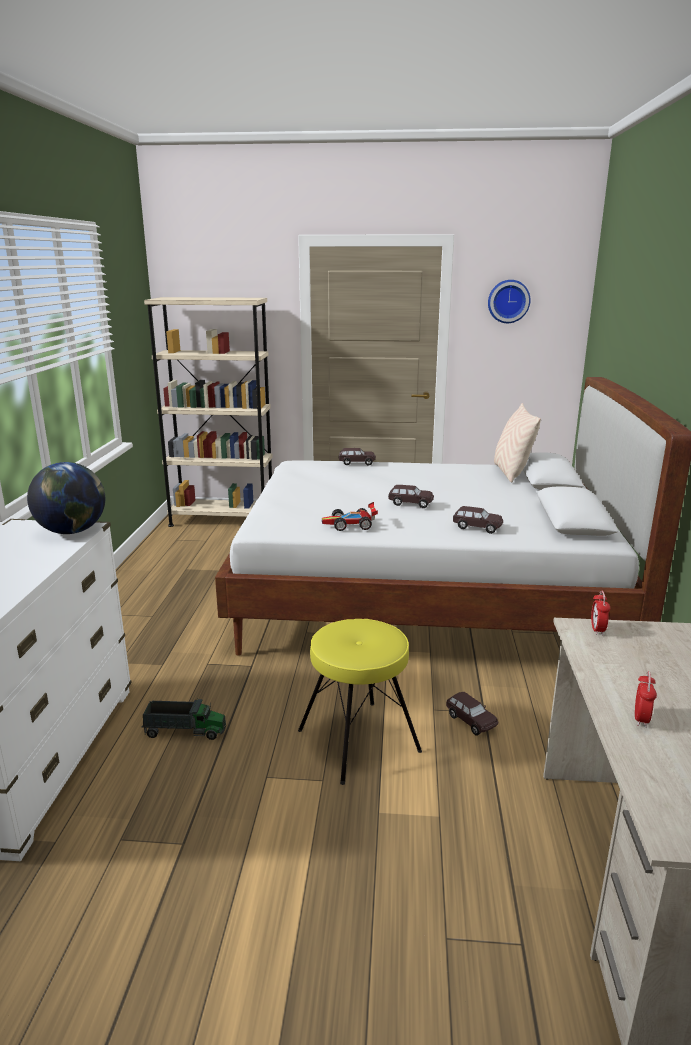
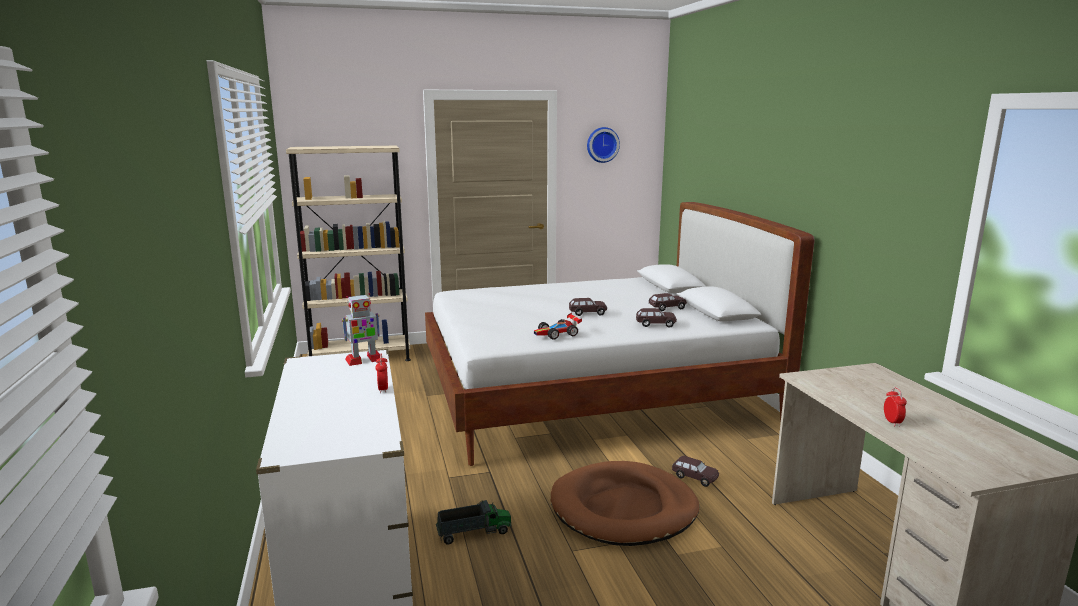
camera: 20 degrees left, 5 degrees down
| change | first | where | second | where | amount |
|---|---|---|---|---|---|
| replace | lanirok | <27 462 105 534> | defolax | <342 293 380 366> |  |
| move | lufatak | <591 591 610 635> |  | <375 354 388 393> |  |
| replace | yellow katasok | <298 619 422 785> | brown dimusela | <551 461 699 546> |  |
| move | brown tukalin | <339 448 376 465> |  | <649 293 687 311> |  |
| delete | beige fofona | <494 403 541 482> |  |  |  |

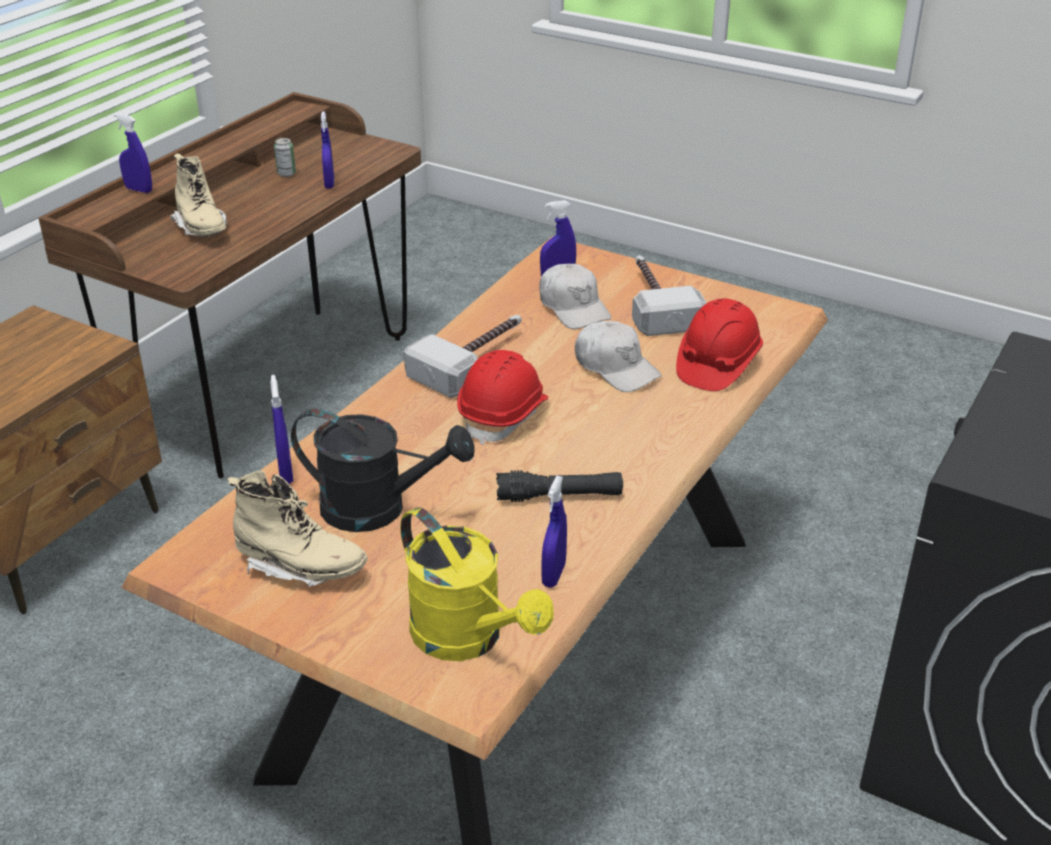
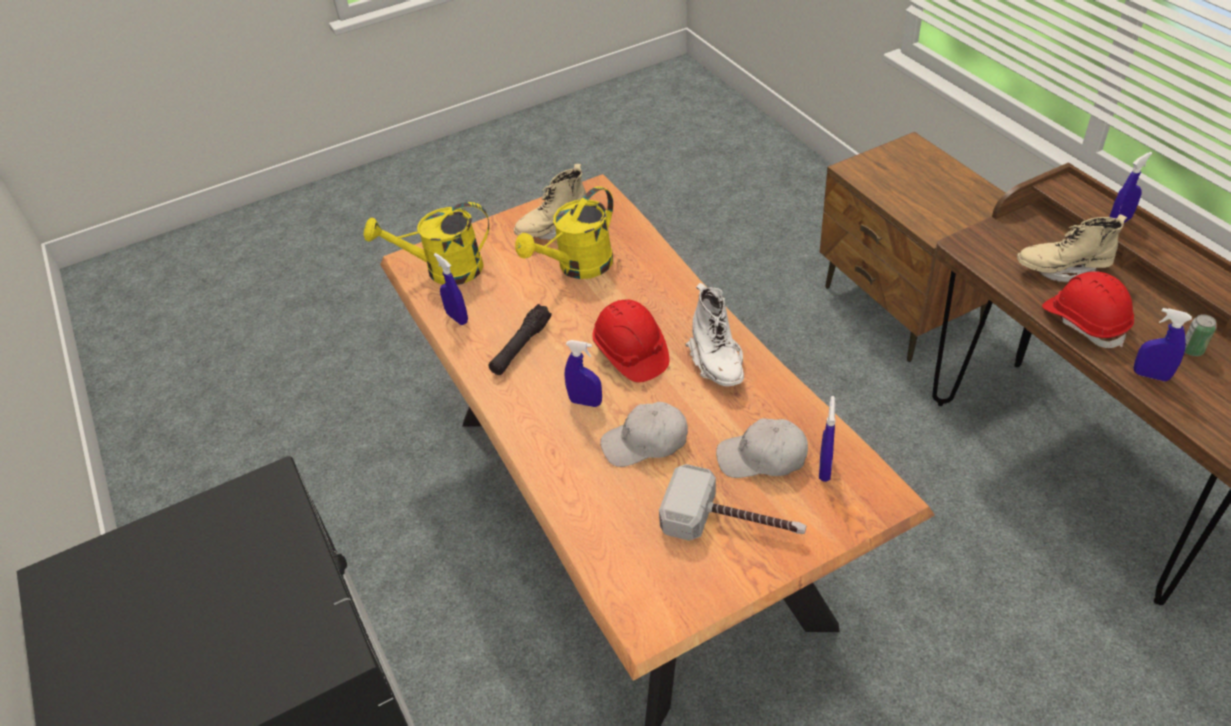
camera: 125 degrees right, 10 degrees up
| change | first | where | second | where | amount |
|---|---|---|---|---|---|
| recolor | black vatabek | <291 409 474 532> | yellow vatabek | <515 186 613 279> |  |
| move | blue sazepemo | <270 375 293 484> |  | <564 340 602 407> |  |
| replace | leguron | <404 315 522 398> | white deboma | <685 283 744 386> |  |
| move | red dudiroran | <676 298 763 391> |  | <1042 271 1134 348> |  |

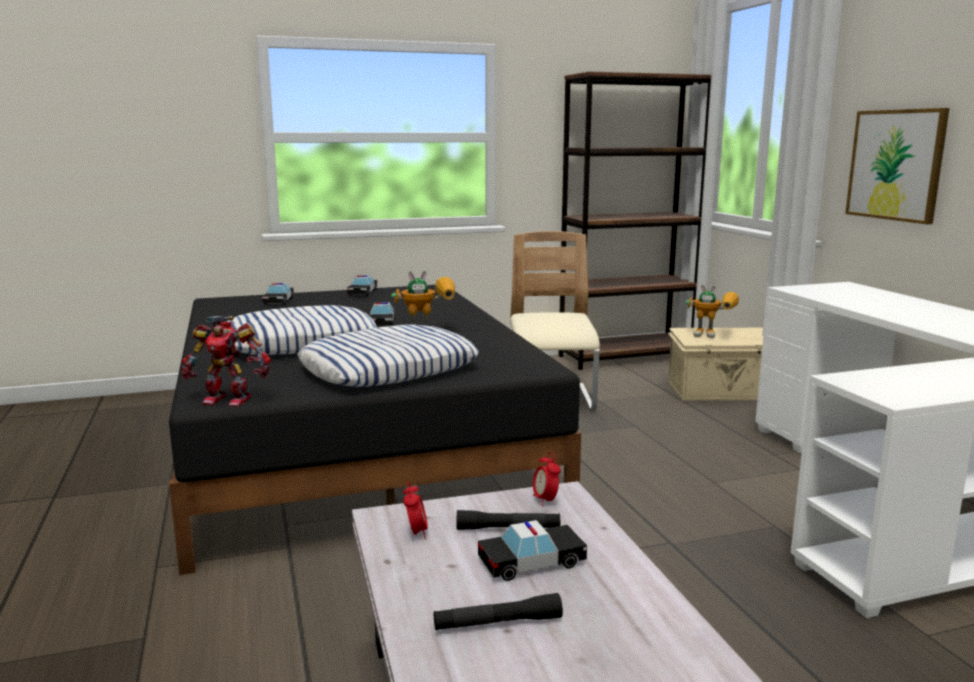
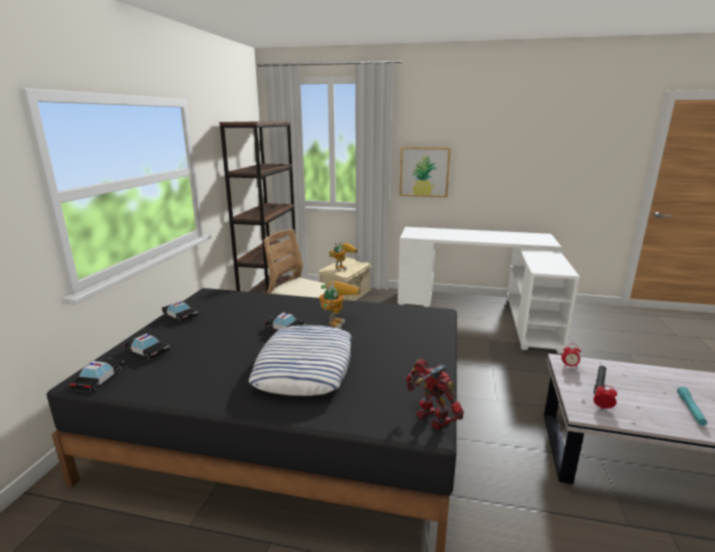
camera: 60 degrees left, 5 degrees up
| change | first | where | second | where | amount |
|---|---|---|---|---|---|
| move | tukalin | <478 520 587 581> |  | <69 358 124 392> |  |
| rotate | defolax | <181 316 271 406> |  | <406 358 464 429> | 75 degrees counterclockwise |
| recolor | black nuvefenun | <434 593 563 630> | turquoise nuvefenun | <677 387 707 426> |  |
| delete | fofona | <298 325 479 387> |  |  |  |

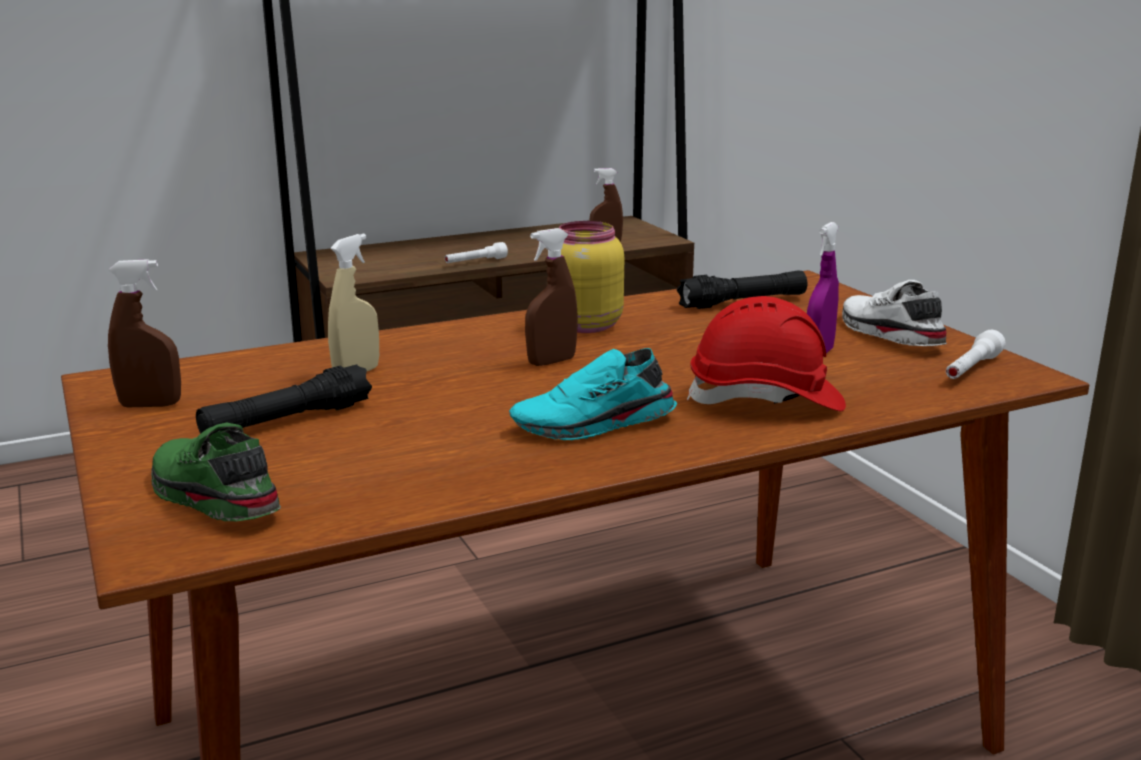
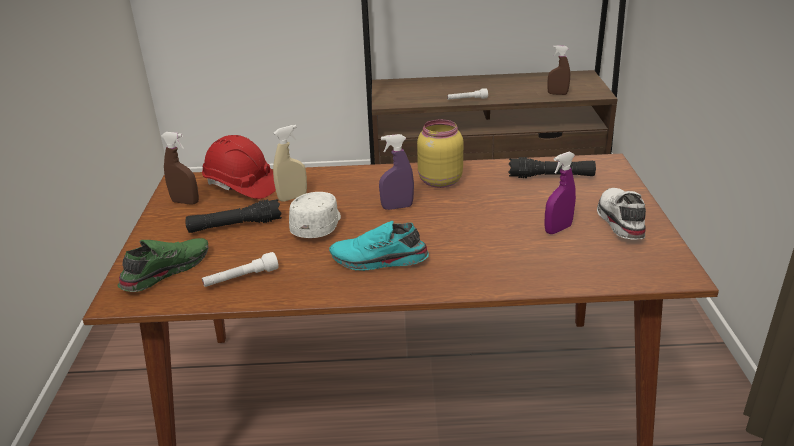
camera: 25 degrees right, 10 degrees up
| change | first | where | second | where | amount |
|---|---|---|---|---|---|
| rotate | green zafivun | <151 422 281 521> |  | <118 238 208 292> | 60 degrees clockwise |
| move | red dudiroran | <687 296 846 411> |  | <202 135 276 199> |  |
| move | white nuvefenun | <946 330 1006 379> |  | <202 252 279 287> |  |
| insert |  |  | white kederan | <289 192 341 238> |  |
| recolor | brown sazepemo | <525 228 578 366> | purple sazepemo | <379 134 414 210> |  |

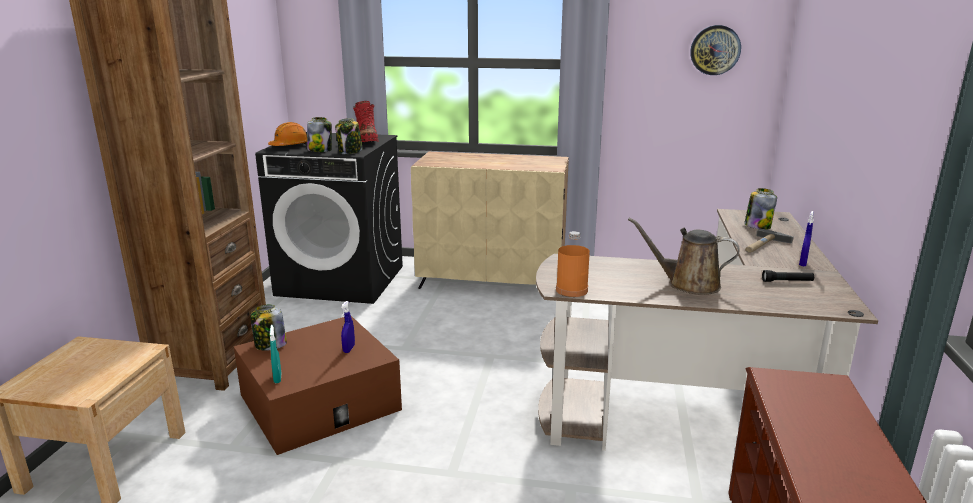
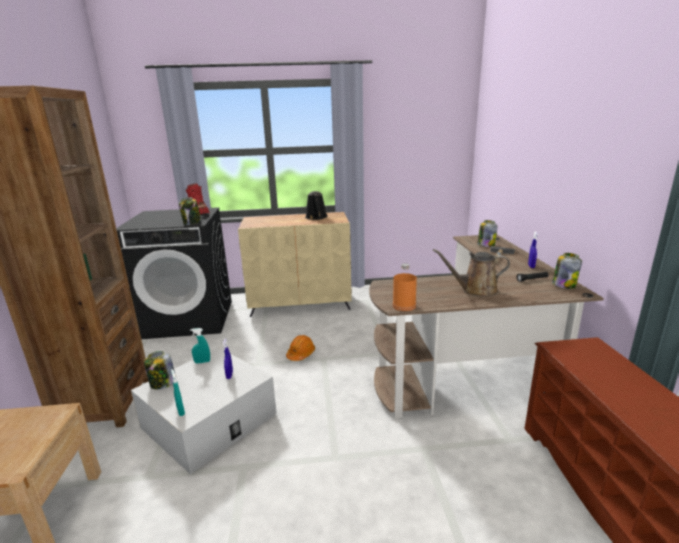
camera: 15 degrees left, 0 degrees up
| change | first | where | second | where | amount |
|---|---|---|---|---|---|
| recolor | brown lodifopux | <234 316 402 455> | white lodifopux | <131 347 277 474> |  |
| insert |  |  | turquoise sazepemo | <190 328 210 364> |  |
| move | orange dudiroran | <268 122 307 146> |  | <286 335 315 361> |  |
| insert |  |  | black vatabek | <305 191 328 220> |  |
| move | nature | <307 117 332 152> |  | <552 253 582 289> |  |
| delete | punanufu | <690 25 741 75> |  |  |  |

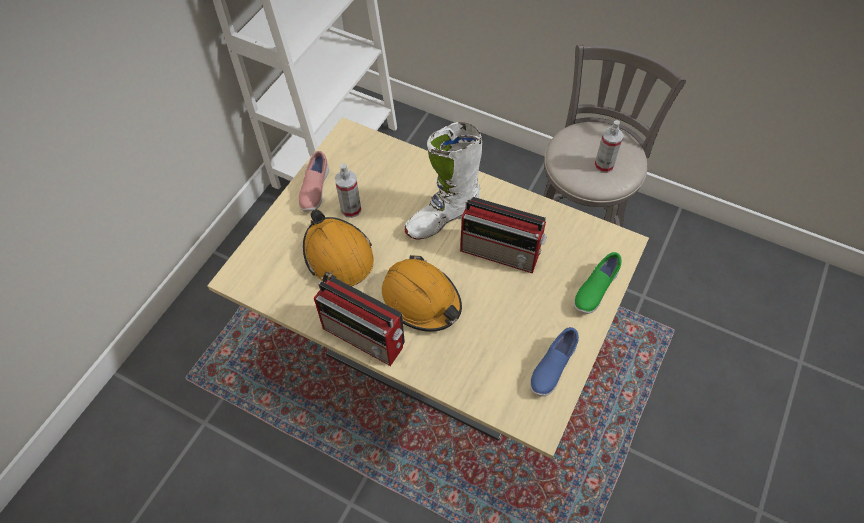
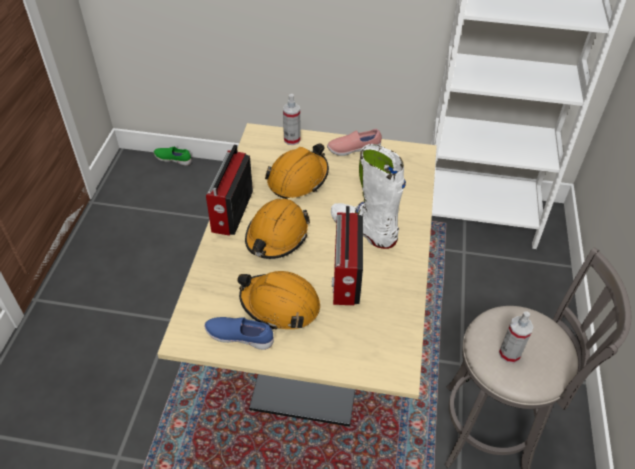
camera: 70 degrees right, 10 degrees down
| change | first | where | second | where | amount |
|---|---|---|---|---|---|
| move | green zafivun | <574 252 622 314> |  | <154 146 192 166> |  |
| insert |  |  | orange dudiroran | <237 271 320 330> |  |
| move | sazepemo | <335 163 362 218> |  | <283 94 300 145> |  |

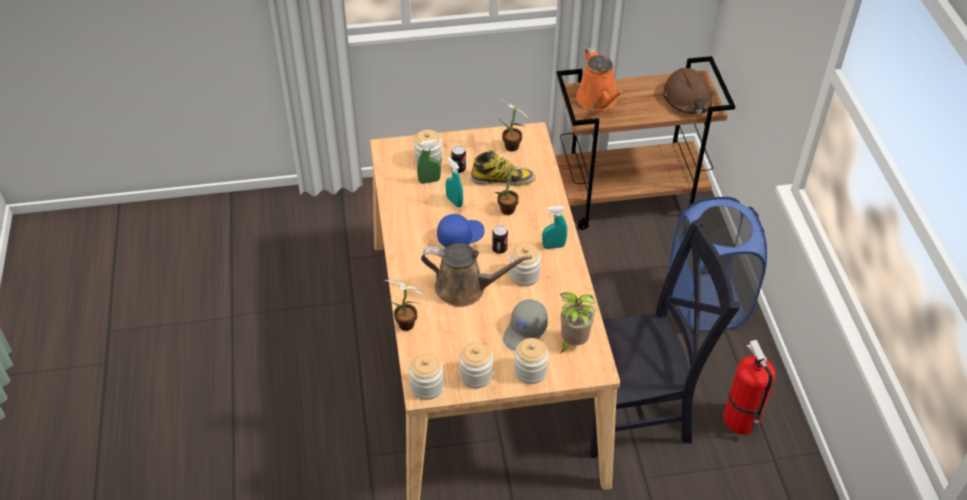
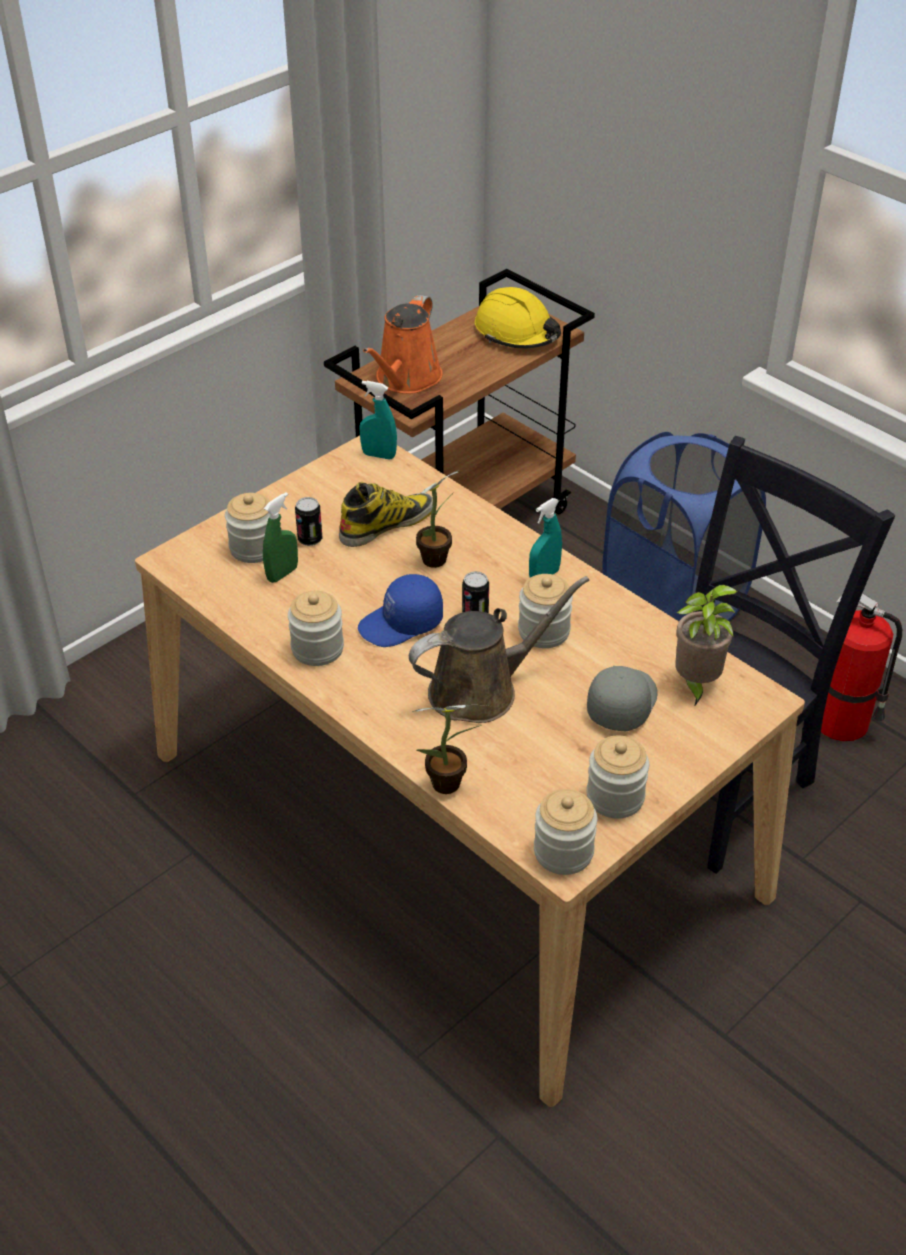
camera: 35 degrees left, 5 degrees down
| change | first | where | second | where | amount |
|---|---|---|---|---|---|
| move | nature | <514 338 549 384> |  | <288 591 344 666> |  |
| rotate | blue kederan | <437 214 484 247> |  | <358 574 443 647> | 135 degrees counterclockwise |
| move | turquoise sazepemo | <446 157 463 207> |  | <359 381 397 460> |  |
| rotate | orange vatabek | <576 47 625 111> |  | <363 295 443 394> | 75 degrees clockwise |
| recolor | brown dudiroran | <663 68 712 114> | yellow dudiroran | <475 287 561 349> |  |
| rotate | grey kederan | <503 299 548 351> |  | <587 666 658 731> | 150 degrees counterclockwise |
| delete | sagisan | <499 99 529 152> |  |  |  |

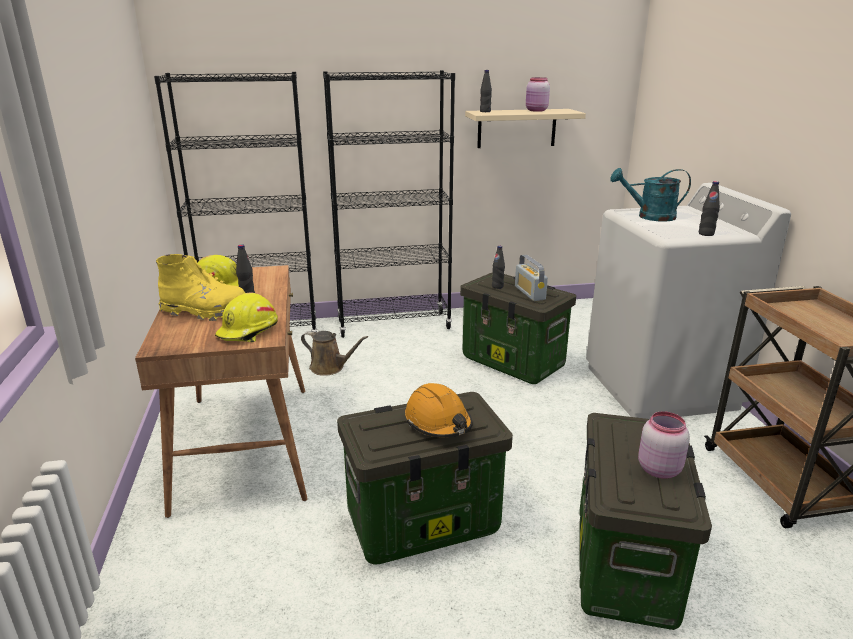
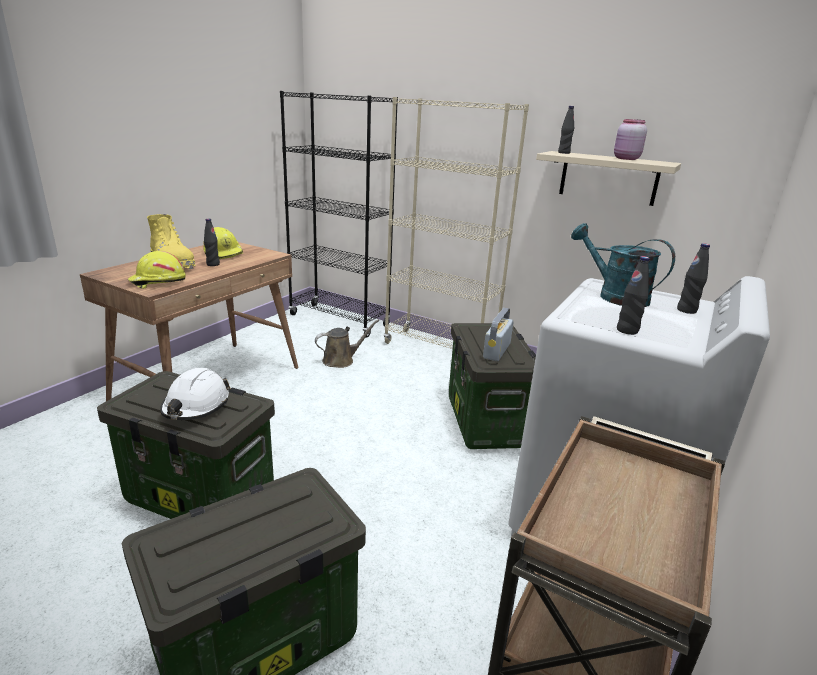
camera: 40 degrees right, 0 degrees up
| change | first | where | second | where | amount |
|---|---|---|---|---|---|
| recolor | orange dudiroran | <405 383 473 437> | white dudiroran | <160 368 230 420> |  |
| rotate | brown vatabek | <301 331 368 376> |  | <315 319 379 368> | 90 degrees counterclockwise |
| recolor | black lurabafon | <323 70 455 338> | beige lurabafon | <384 97 529 349> |  |
| move | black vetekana | <492 246 505 289> |  | <677 243 710 314> |  |
| delete | pink nature | <638 411 690 479> |  |  |  |

